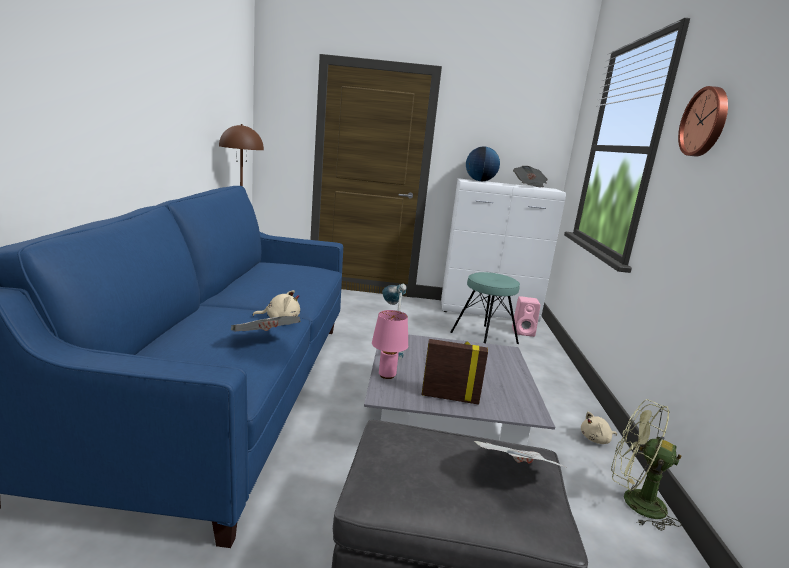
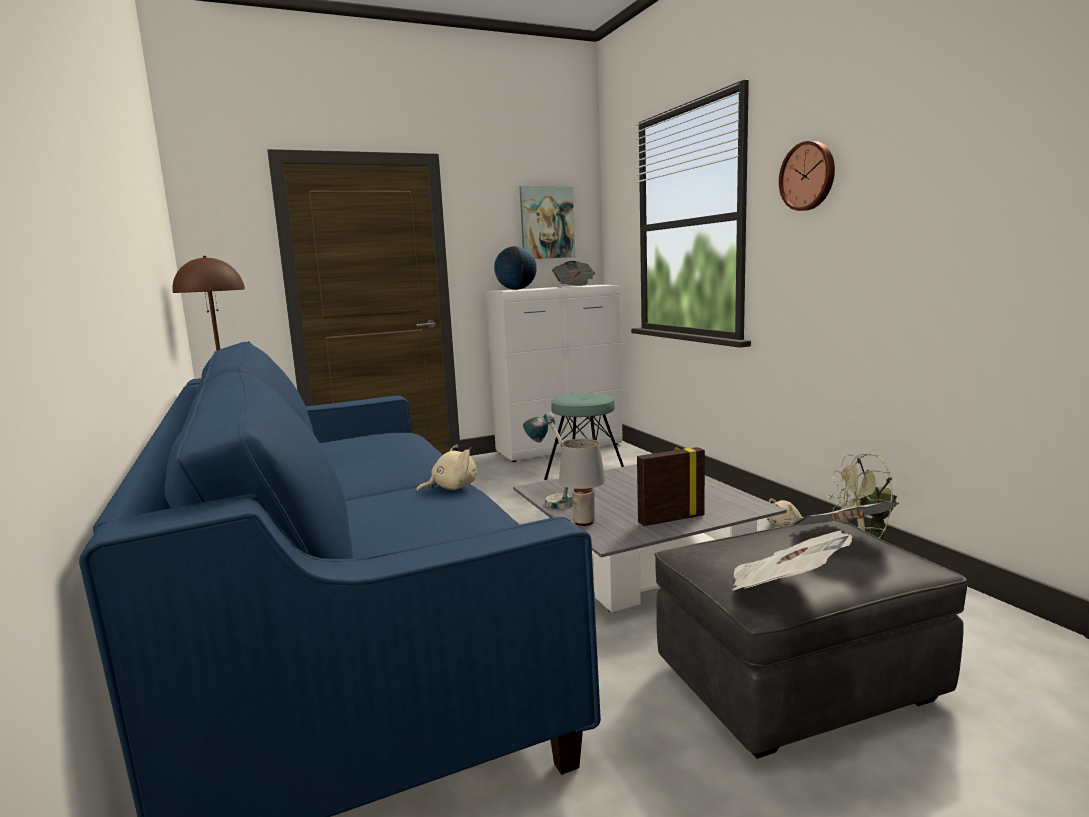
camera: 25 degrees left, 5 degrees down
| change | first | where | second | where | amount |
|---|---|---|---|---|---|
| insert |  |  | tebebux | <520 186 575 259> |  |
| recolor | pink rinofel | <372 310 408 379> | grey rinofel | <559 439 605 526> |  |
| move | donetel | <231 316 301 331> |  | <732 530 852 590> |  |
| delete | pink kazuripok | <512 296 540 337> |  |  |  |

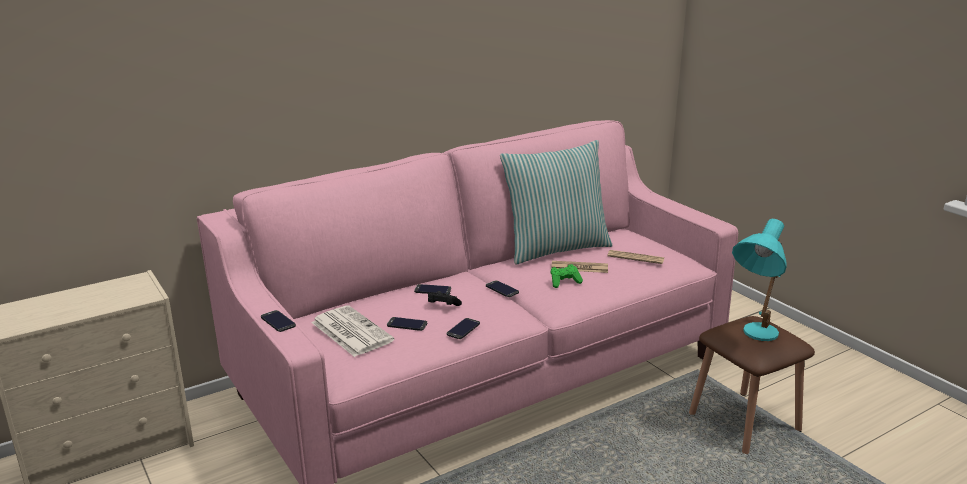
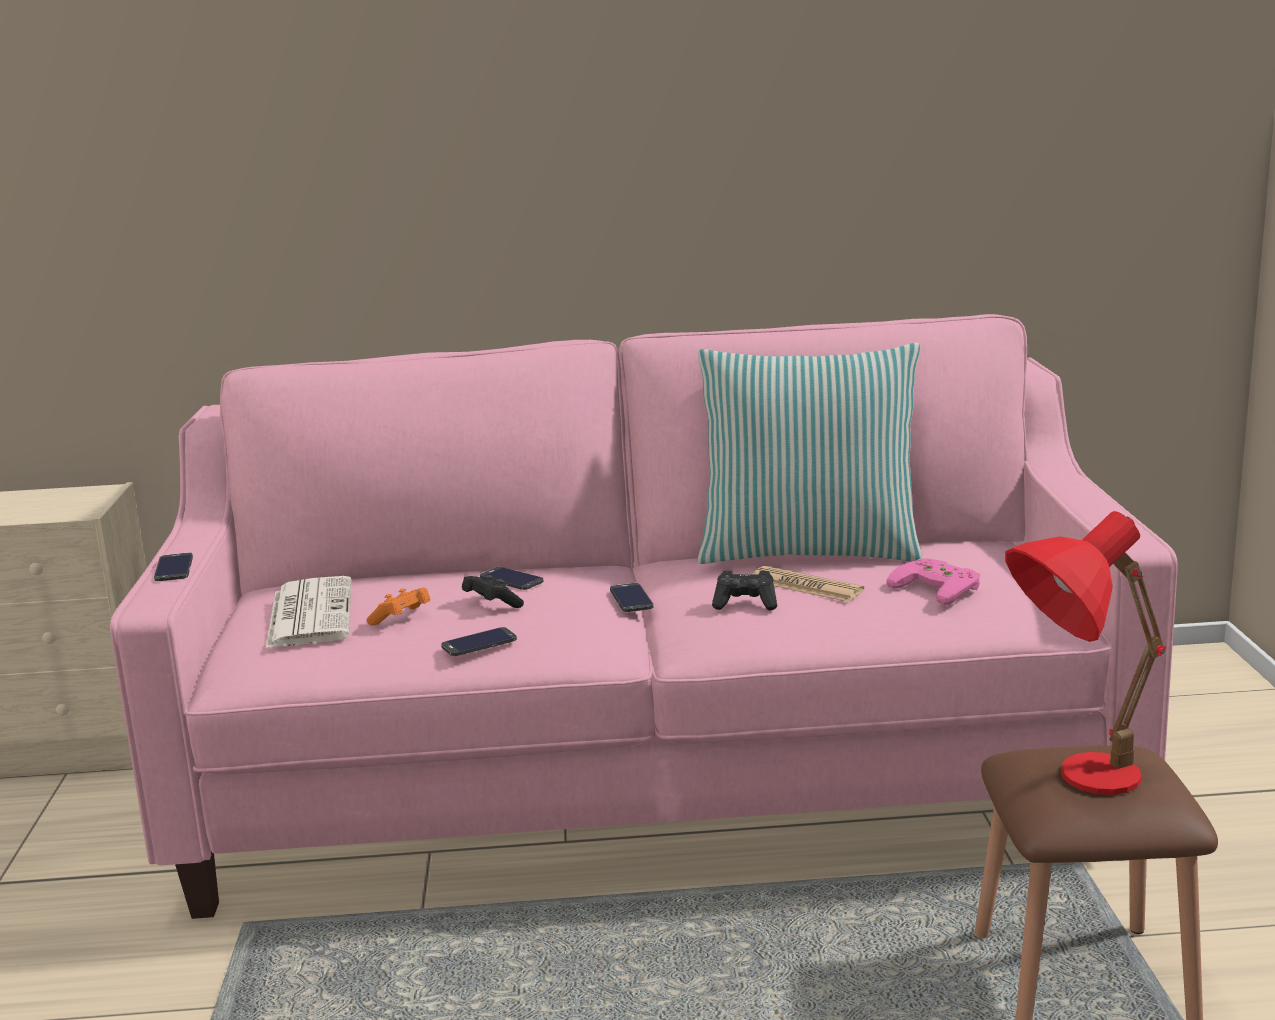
camera: 30 degrees right, 5 degrees down
| change | first | where | second | where | amount |
|---|---|---|---|---|---|
| replace | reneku | <387 317 427 331> | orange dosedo | <366 588 430 626> |  |
| recolor | green dosedo | <550 264 583 288> | black dosedo | <712 571 777 610> |  |
| replace | donetel | <607 250 665 264> | pink dosedo | <887 558 980 605> |  |
| recolor | turquoise rinofel | <732 219 786 341> | red rinofel | <1005 511 1166 795> |  |

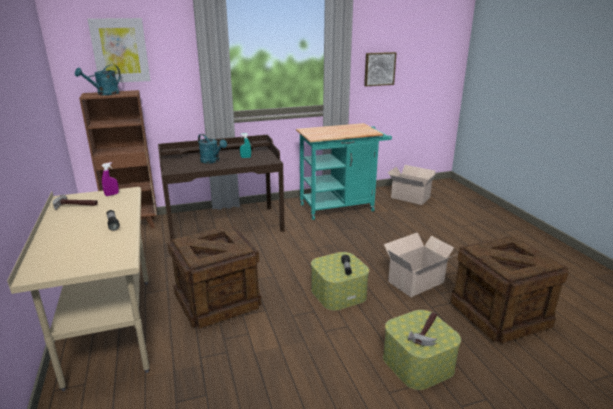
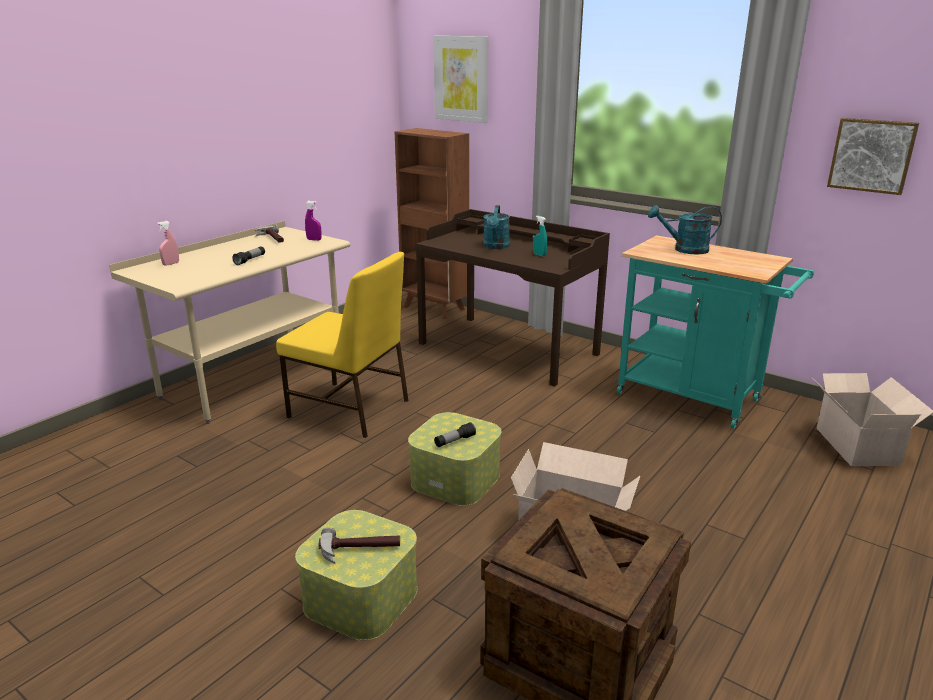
camera: 55 degrees right, 0 degrees up
| change | first | where | second | where | amount |
|---|---|---|---|---|---|
| insert |  |  | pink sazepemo | <157 221 179 266> |  |
| replace | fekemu | <167 226 261 329> | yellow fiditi | <276 252 408 438> |  |
| move | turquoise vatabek | <75 65 120 95> |  | <648 205 722 254> |  |

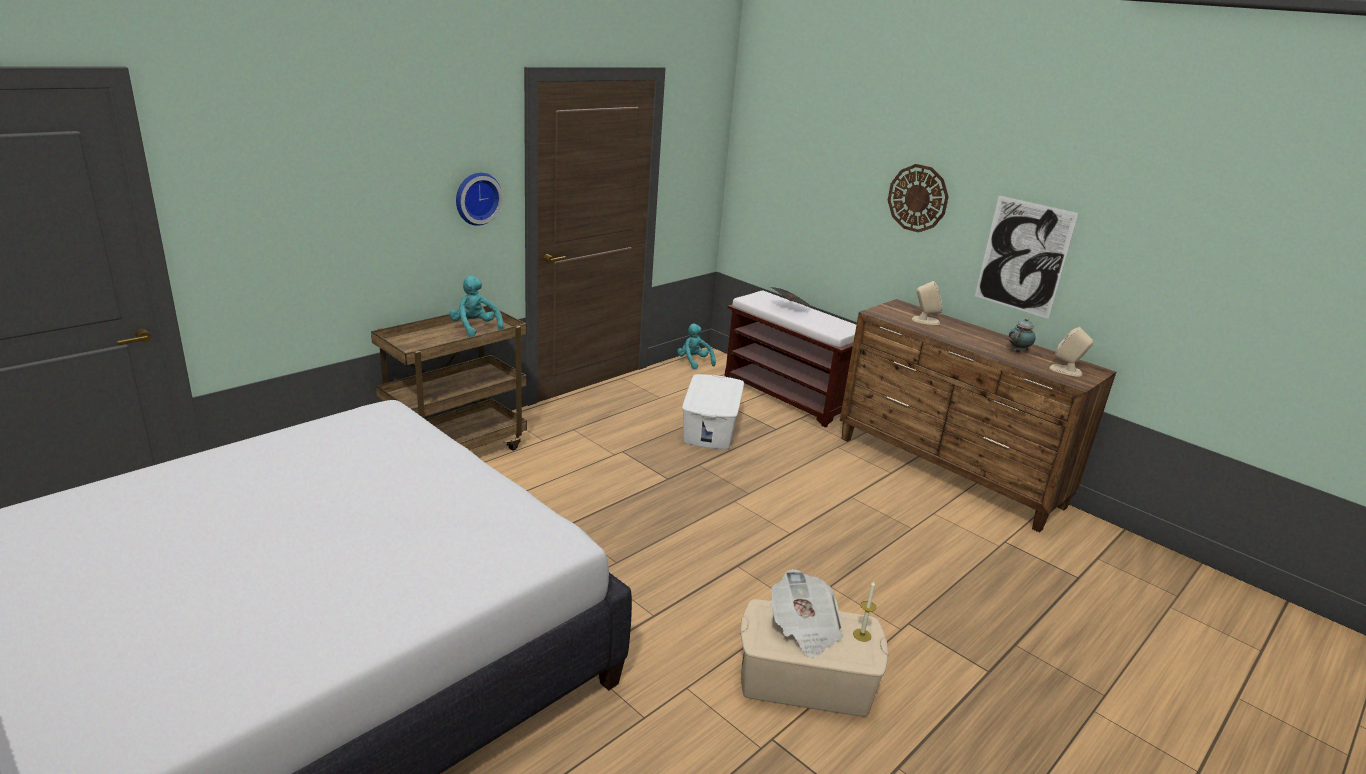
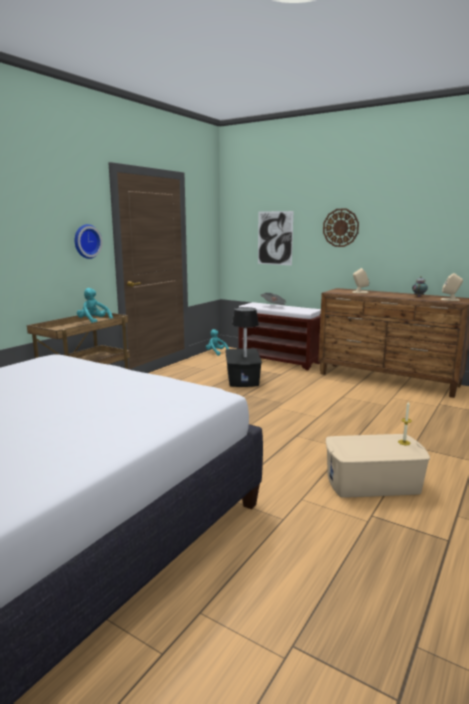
camera: 10 degrees left, 10 degrees down
| change | first | where | second | where | amount |
|---|---|---|---|---|---|
| recolor | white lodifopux | <682 374 744 449> | black lodifopux | <225 348 262 387> |  |
| insert |  |  | black rinofel | <232 307 259 357> |  |
| move | tebebux | <975 196 1078 319> |  | <258 211 294 265> |  |
| delete | donetel | <771 569 843 658> |  |  |  |

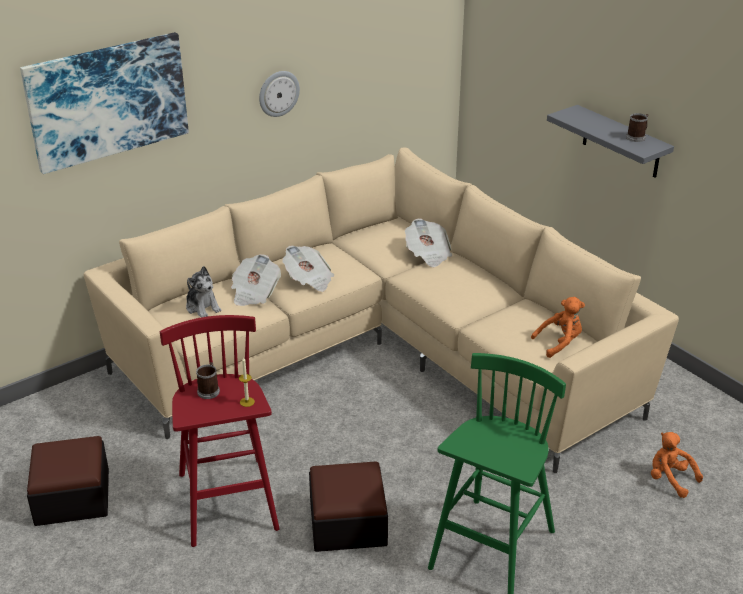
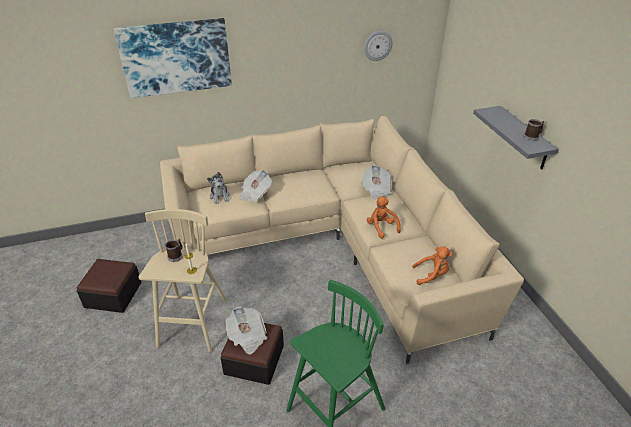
camera: 20 degrees right, 5 degrees up
| change | first | where | second | where | amount |
|---|---|---|---|---|---|
| recolor | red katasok | <160 315 280 547> | beige katasok | <139 209 227 352> |  |
| move | donetel | <282 245 334 292> |  | <225 306 267 354> |  |
| move | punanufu | <259 71 300 117> |  | <364 31 393 61> |  |
| move | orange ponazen | <651 432 703 498> |  | <367 196 401 238> |  |

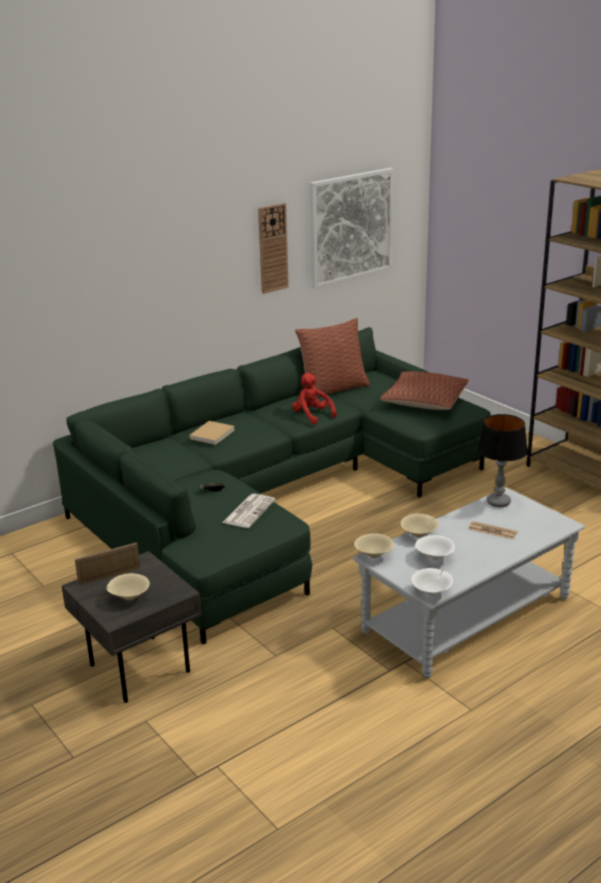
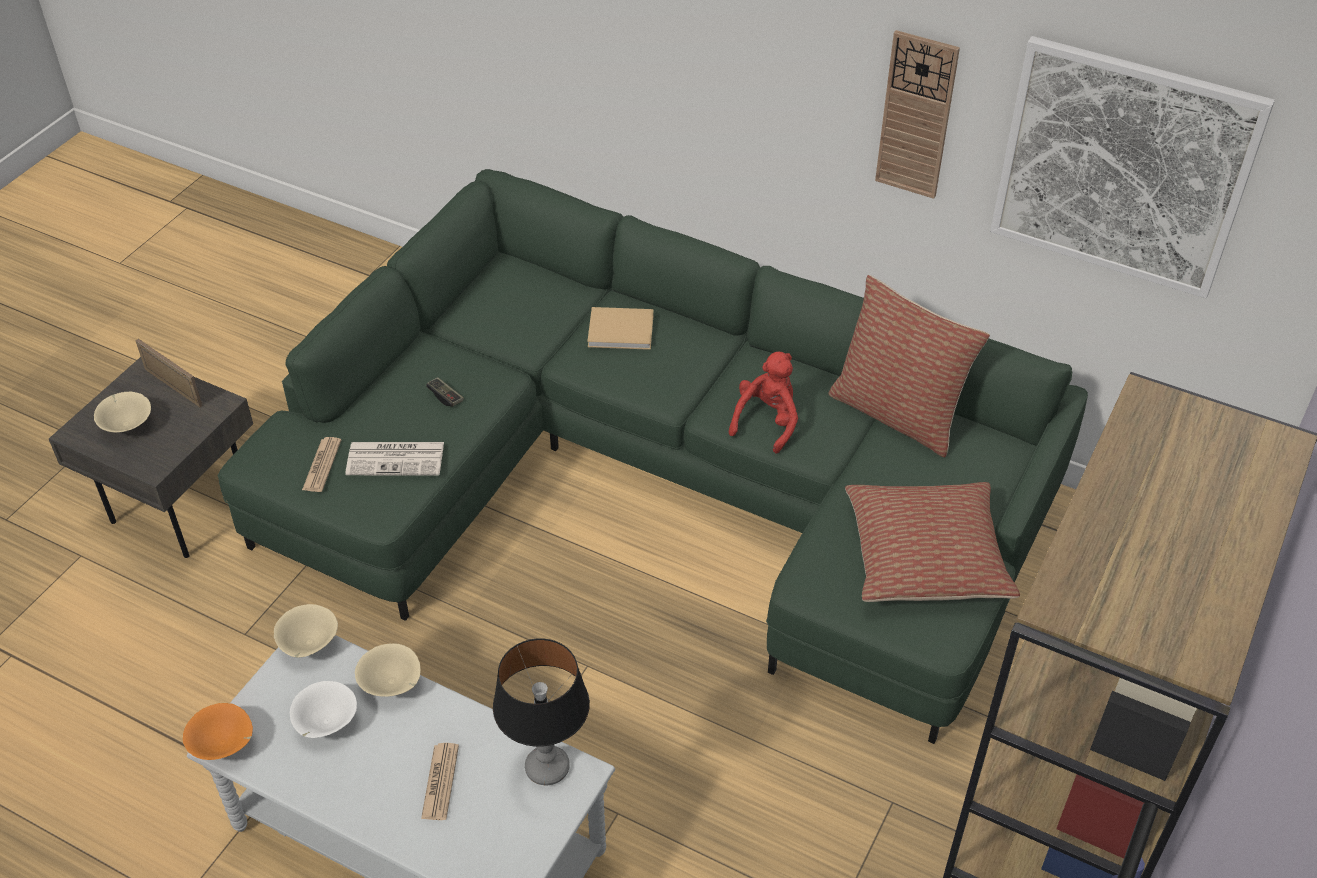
camera: 65 degrees right, 20 degrees up
| change | first | where | second | where | amount |
|---|---|---|---|---|---|
| recolor | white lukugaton | <411 568 453 596> | orange lukugaton | <183 703 253 760> |  |
| insert |  |  | donetel | <302 437 341 492> |  |

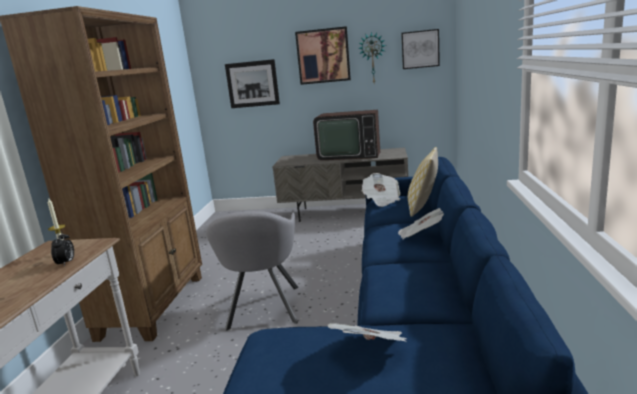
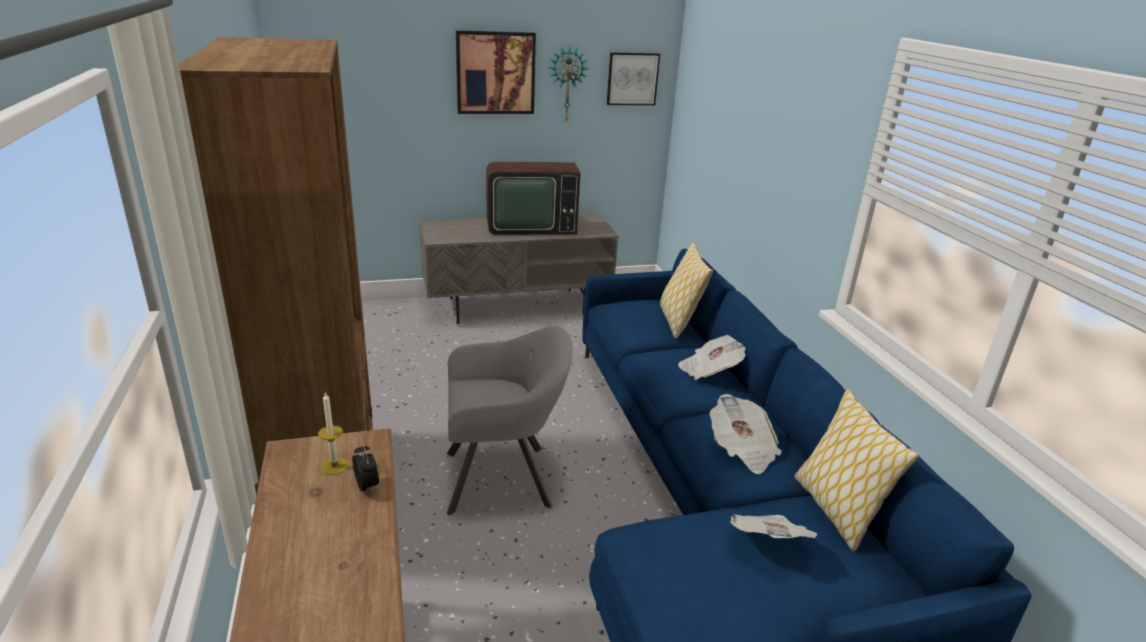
camera: 25 degrees left, 10 degrees up
| change | first | where | second | where | amount |
|---|---|---|---|---|---|
| rotate | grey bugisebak | <206 211 298 331> |  | <447 326 572 515> | 75 degrees counterclockwise |
| move | donetel | <362 173 400 207> |  | <709 394 782 474> |  |
| insert |  |  | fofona | <795 389 919 551> |  |
| delete | tebebux | <225 59 280 108> |  |  |  |

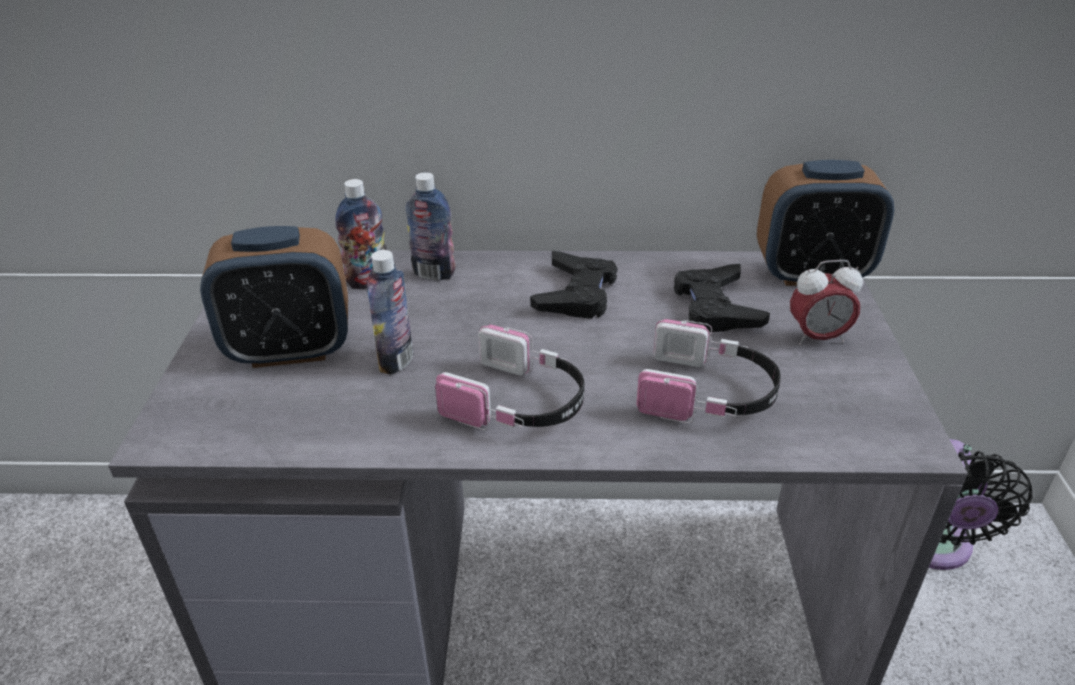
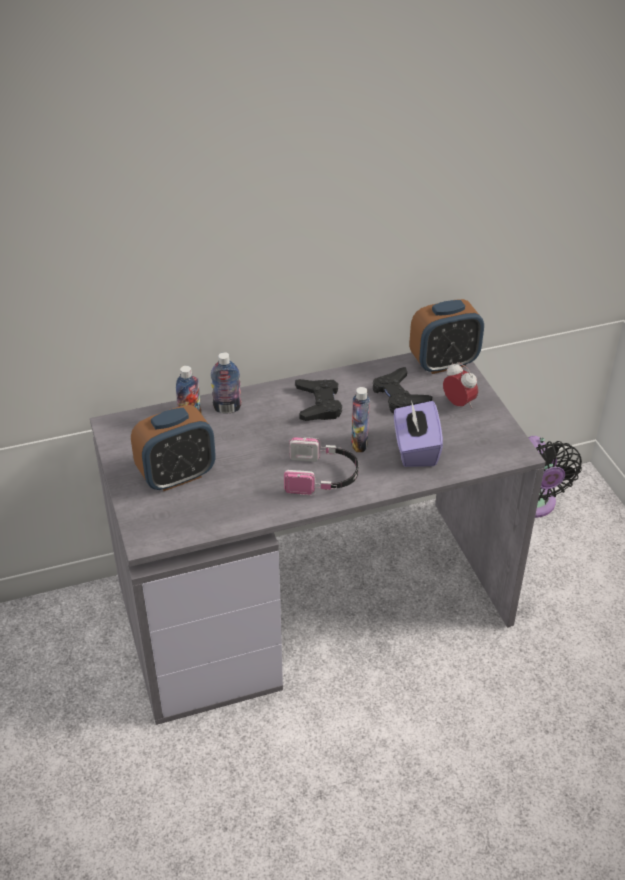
camera: 20 degrees left, 5 degrees up
| change | first | where | second | where | amount |
|---|---|---|---|---|---|
| move | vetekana | <366 250 413 375> |  | <351 387 370 452> |  |
| replace | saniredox | <636 319 781 423> | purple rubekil | <394 400 443 467> |  |
| rotate | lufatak | <790 260 863 346> |  | <443 362 478 408> | 105 degrees counterclockwise |

